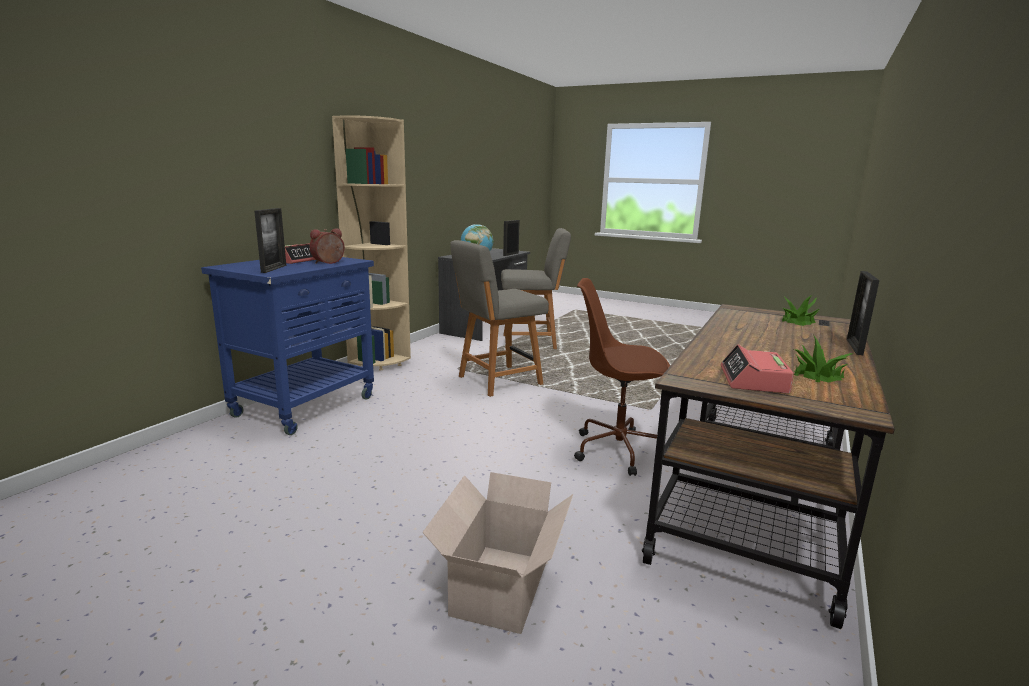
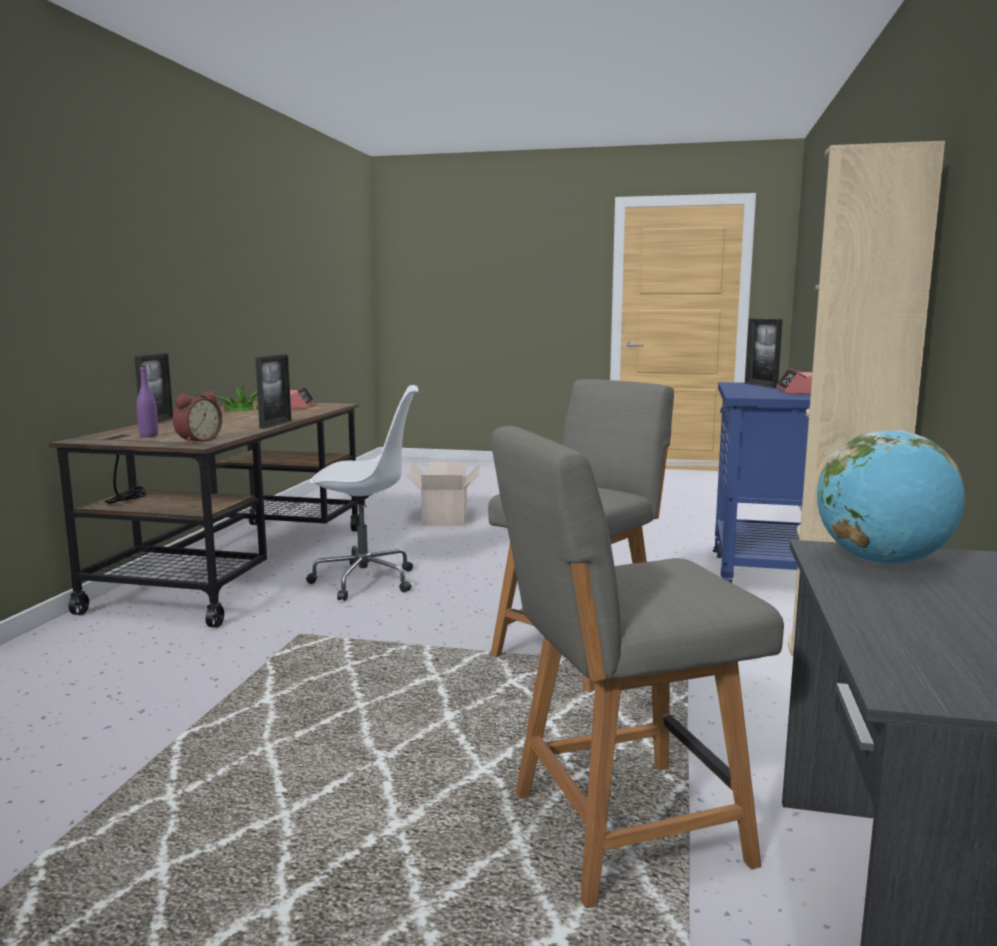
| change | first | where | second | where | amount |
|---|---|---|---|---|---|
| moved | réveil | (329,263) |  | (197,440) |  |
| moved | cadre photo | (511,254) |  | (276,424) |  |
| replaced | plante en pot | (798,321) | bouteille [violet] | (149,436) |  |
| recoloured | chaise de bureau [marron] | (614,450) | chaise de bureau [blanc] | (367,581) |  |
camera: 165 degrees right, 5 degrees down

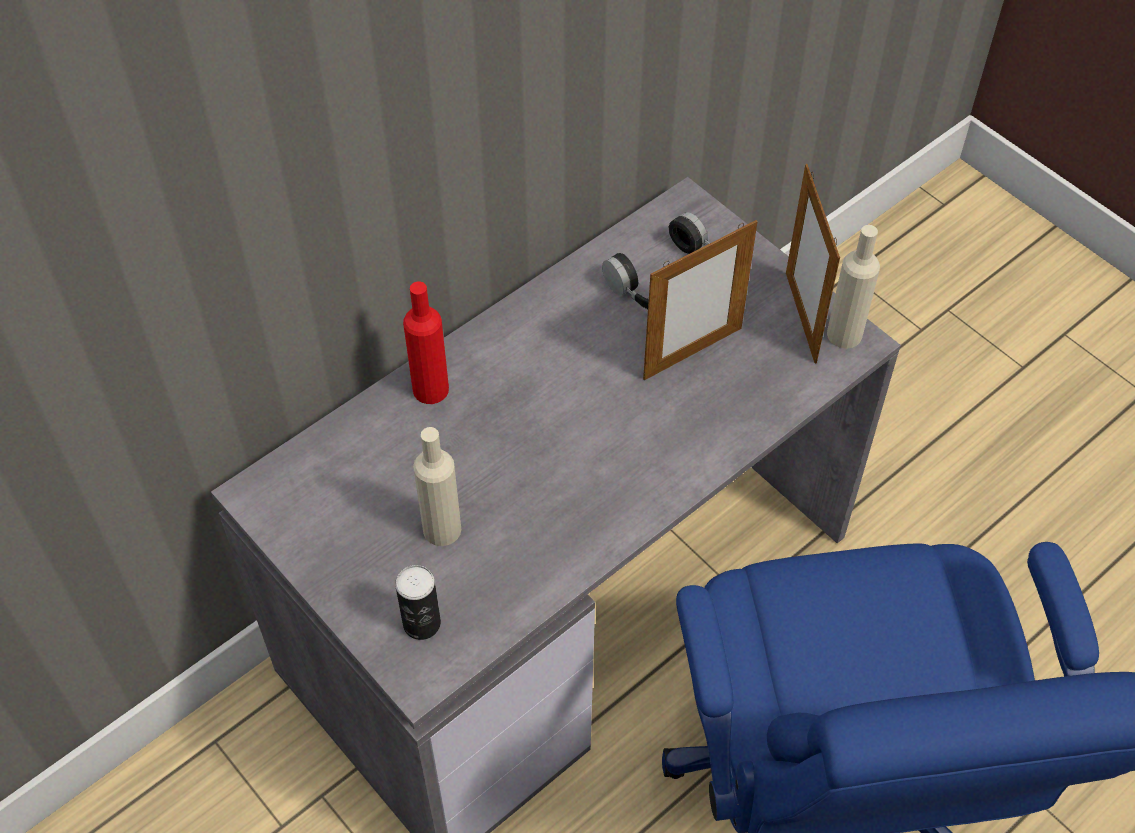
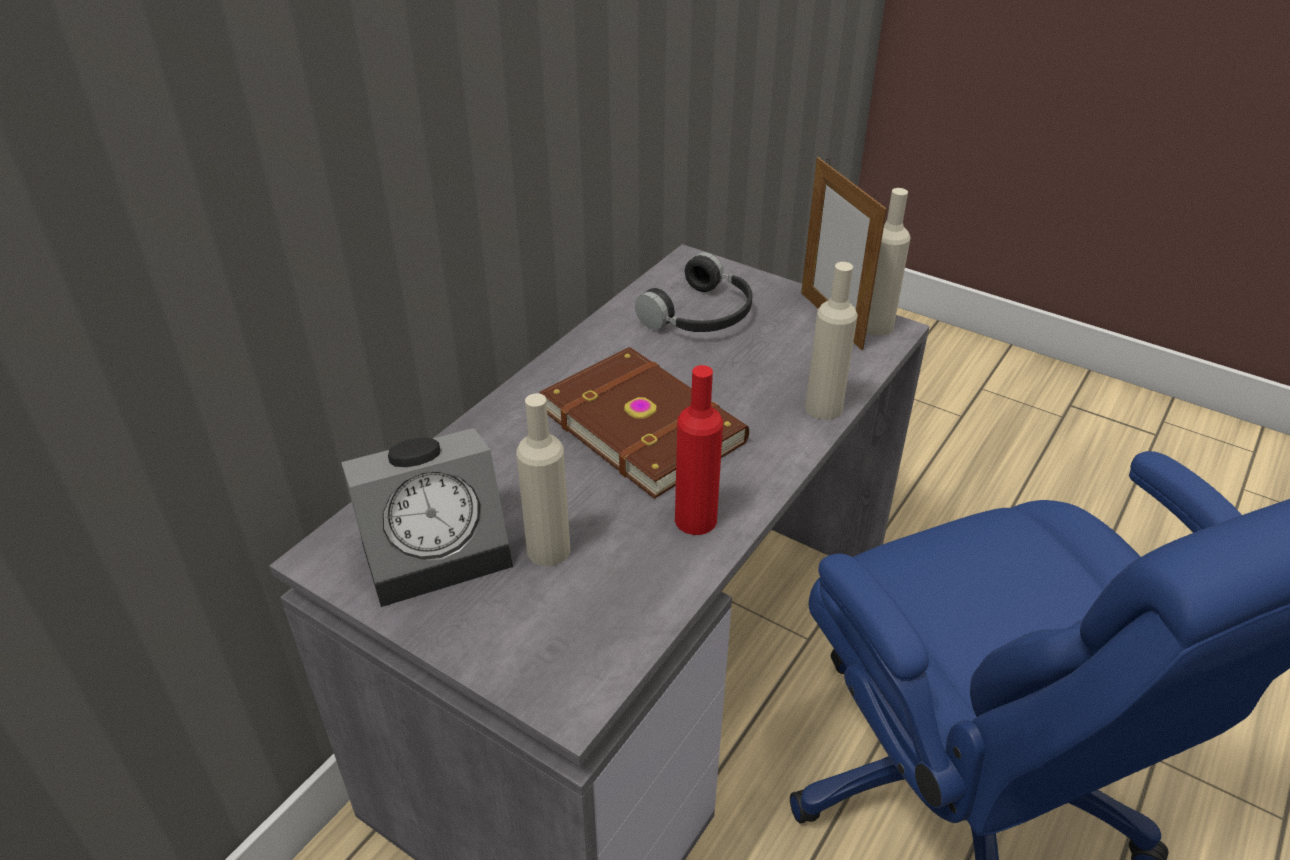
| change | first | where | second | where | amount |
|---|---|---|---|---|---|
| removed | boîte métallique | (421,623) |  |  |  |
| removed | cadre photo | (692,353) |  |  |  |
| added |  |  | réveil | (440,549) |  |
| added |  |  | livre [marron] | (644,423) |  |
| added |  |  | bouteille [beige] | (823,408) |  |
| moved | bouteille [rouge] | (430,389) |  | (695,519) |  |
camera: 15 degrees left, 15 degrees down

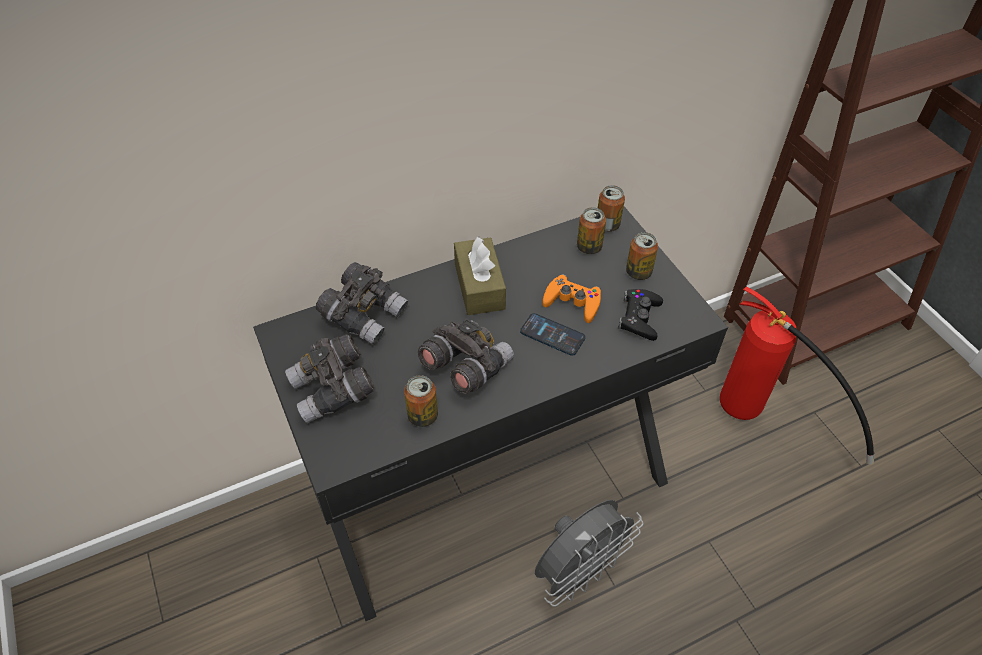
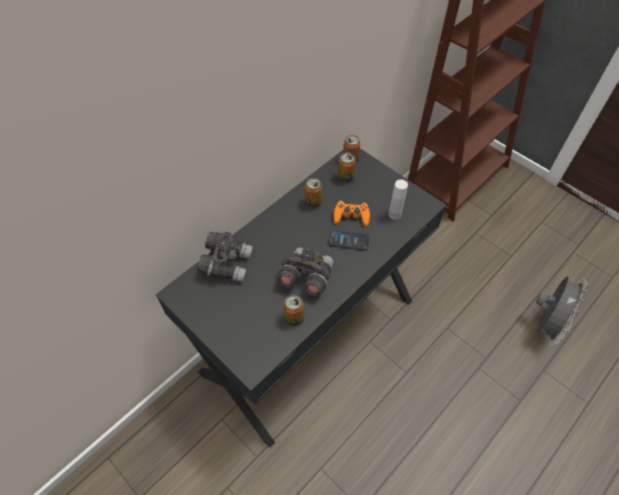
| change | first | where | second | where | amount |
|---|---|---|---|---|---|
| removed | jumelles [gris] | (333,391) |  |  |  |
| removed | boîte à mouchoirs [marron] | (479,286) |  |  |  |
| removed | extincteur | (761,420) |  |  |  |
| moved | ventilateur [gris] | (579,572) |  | (545,323) |  |
| moved | boîte métallique | (638,272) |  | (313,202) |  |
| replaced | manette [noir] | (639,318) | bouteille [blanc] | (394,214) |  |
camera: 20 degrees left, 5 degrees up

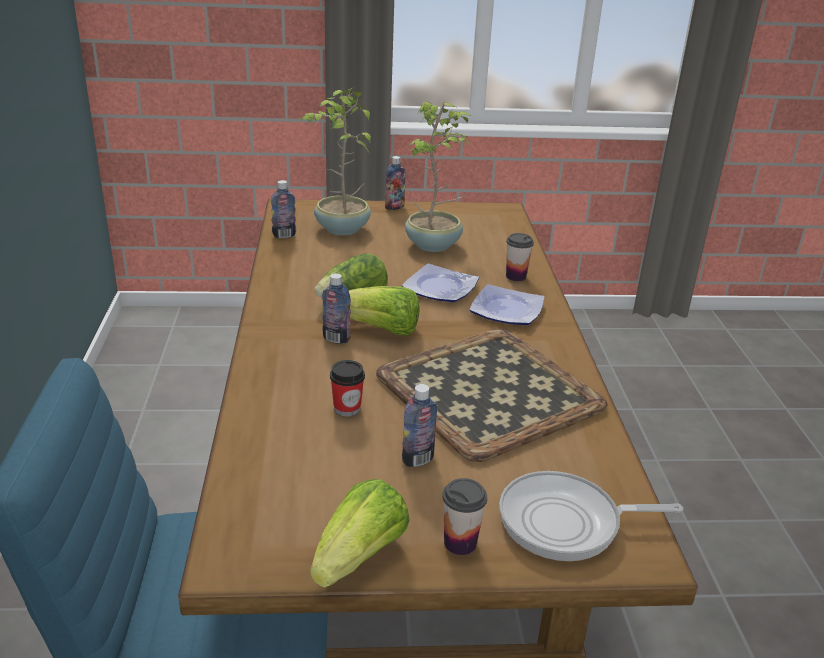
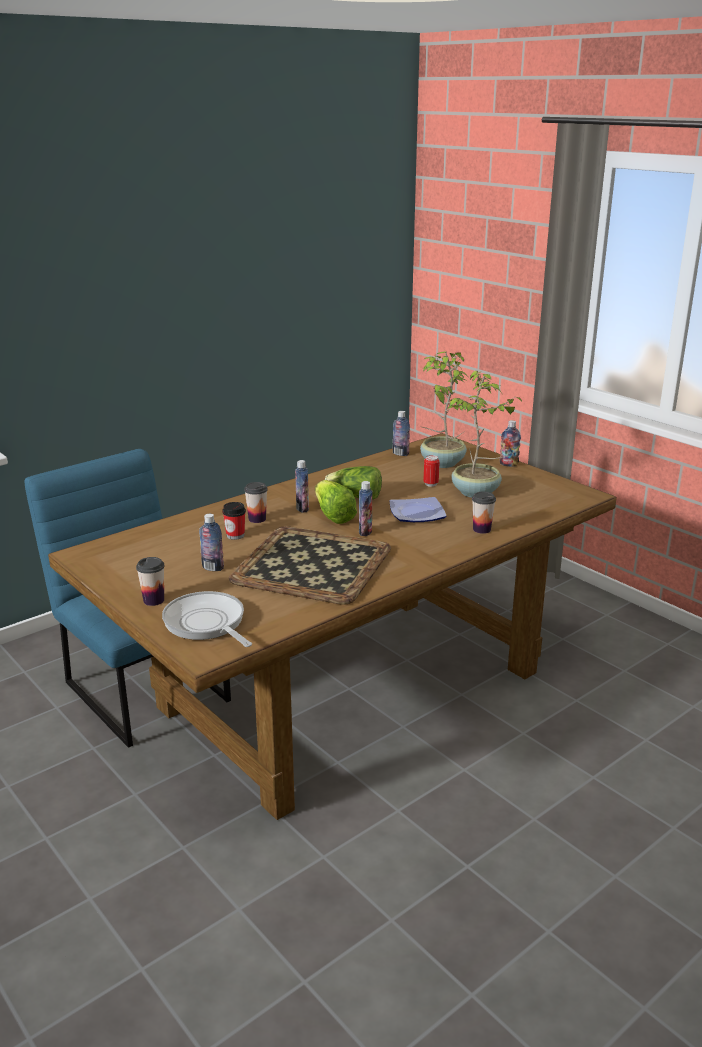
| change | first | where | second | where | amount |
|---|---|---|---|---|---|
| removed | laitue | (360,556) |  |  |  |
| removed | assiette | (505,310) |  |  |  |
| added |  |  | tasse | (257,519) |  |
| added |  |  | bouteille | (365,532) |  |
| added |  |  | boîte métallique | (430,484) |  |
camera: 55 degrees right, 5 degrees down

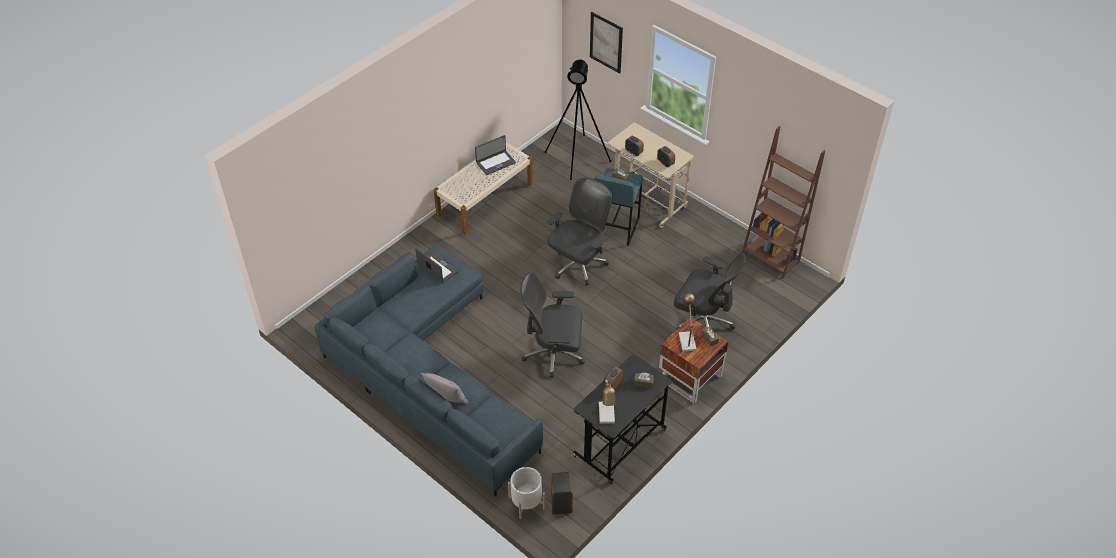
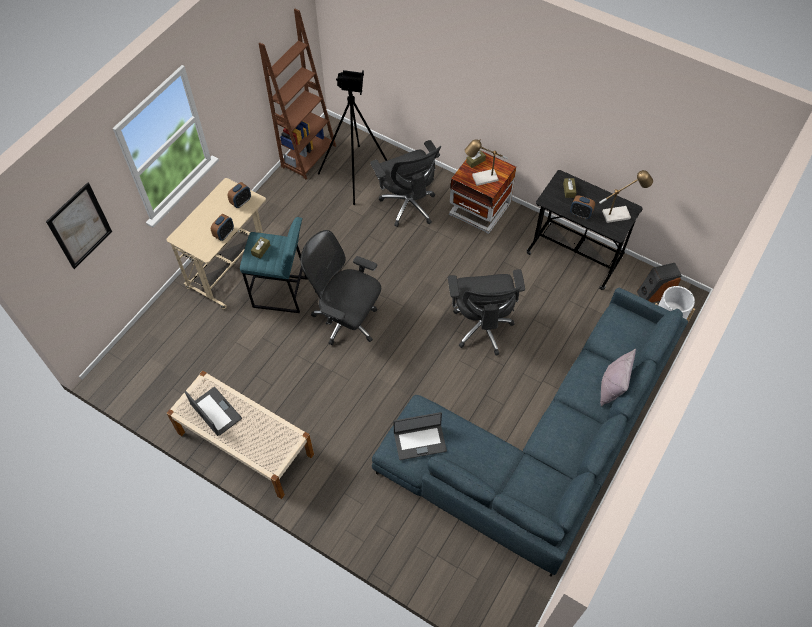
| change | first | where | second | where | amount |
|---|---|---|---|---|---|
| moved | lampadaire [noir] | (577,157) |  | (357,175) |  |
| turned | ordinateur portable | (437,268) |  | (420,441) | 135 degrees counterclockwise |
| turned | chaise de bureau | (702,322) |  | (408,204) | 135 degrees clockwise |
camera: 100 degrees left, 10 degrees up

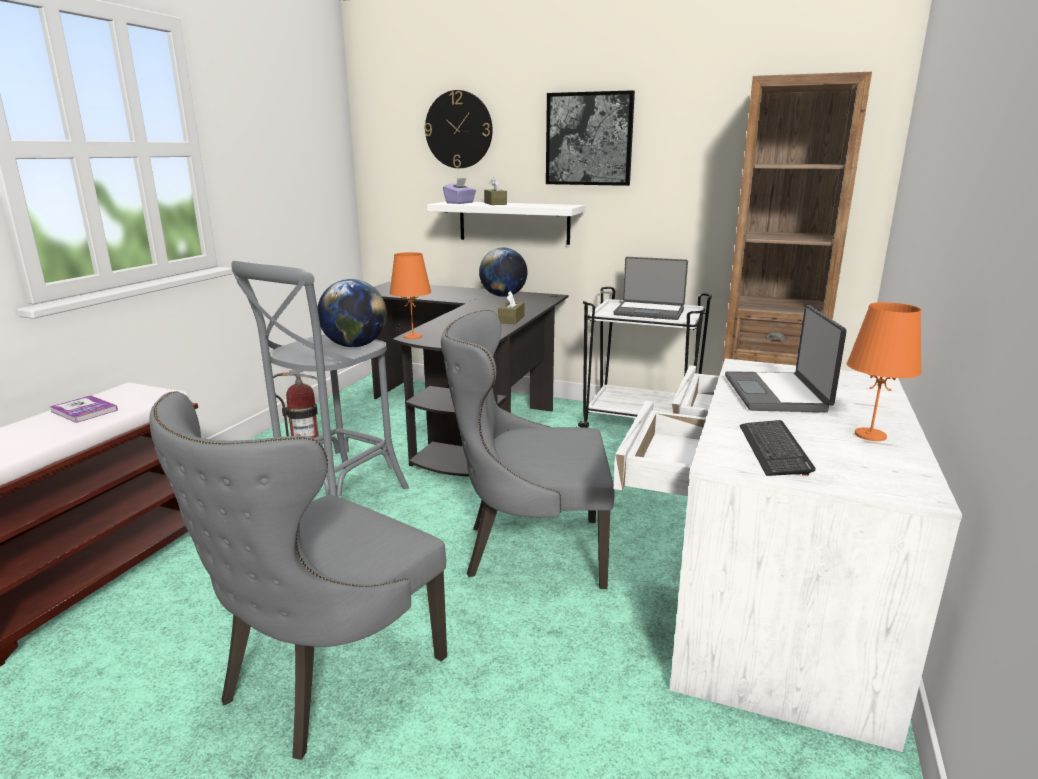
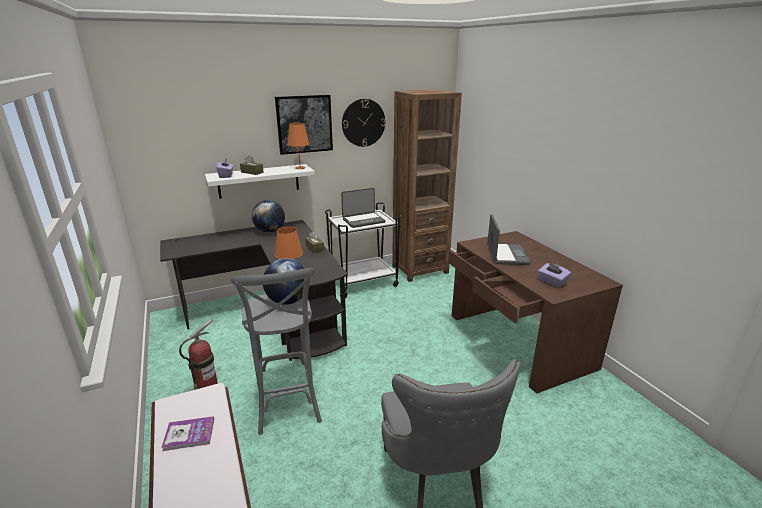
| change | first | where | second | where | amount |
|---|---|---|---|---|---|
| removed | chaise [gris] | (529,550) |  |  |  |
| moved | horloge murale | (459,129) |  | (363,123) |  |
| moved | lampe de table [orange] | (870,435) |  | (300,168) |  |
| replaced | clavier | (774,449) | boîte à mouchoirs [violet] | (552,282) |  |
| recoloured | bureau [blanc] | (761,602) | bureau [marron] | (513,343) |  |
| turned | ordinateur portable | (777,394) |  | (506,255) | 135 degrees counterclockwise |
camera: 45 degrees left, 5 degrees up

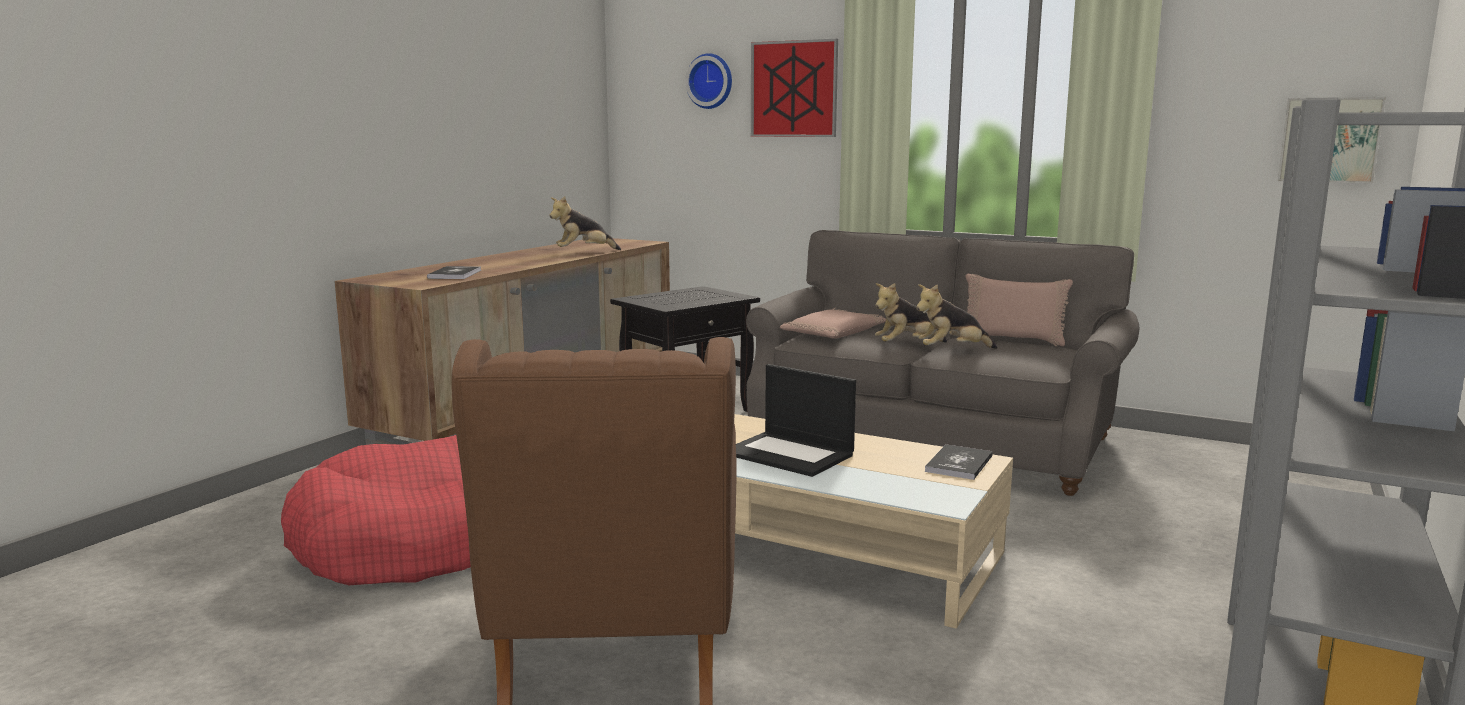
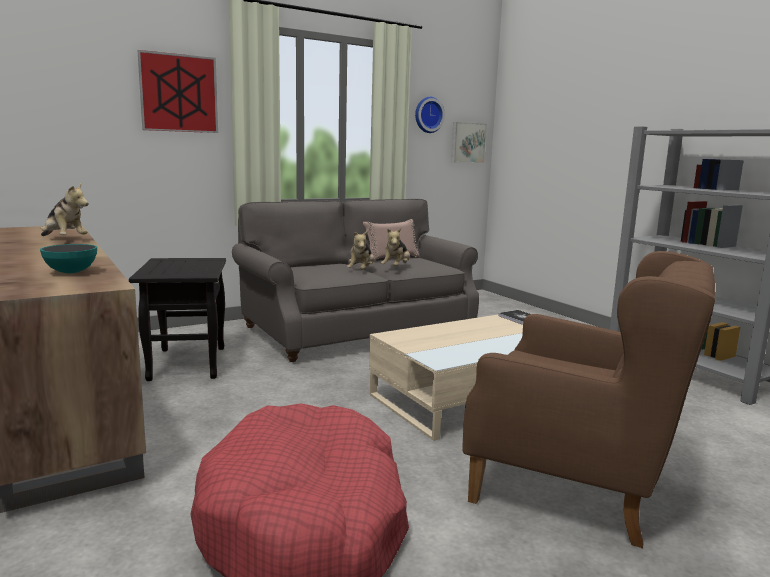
| change | first | where | second | where | amount |
|---|---|---|---|---|---|
| removed | ordinateur portable | (790,454) |  |  |  |
| removed | coussin [beige] | (833,332) |  |  |  |
| moved | horloge murale | (710,81) |  | (428,115) |  |
| replaced | livre | (454,274) | bol | (71,272) |  |
| turned | peluche | (583,252) |  | (64,240) | 60 degrees counterclockwise |
camera: 60 degrees left, 0 degrees up

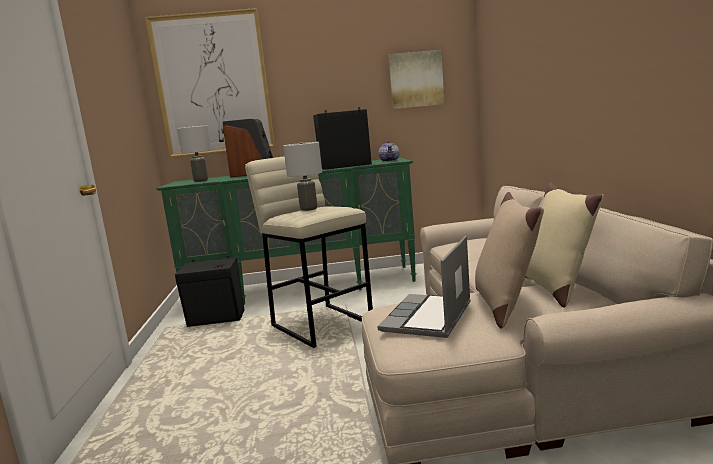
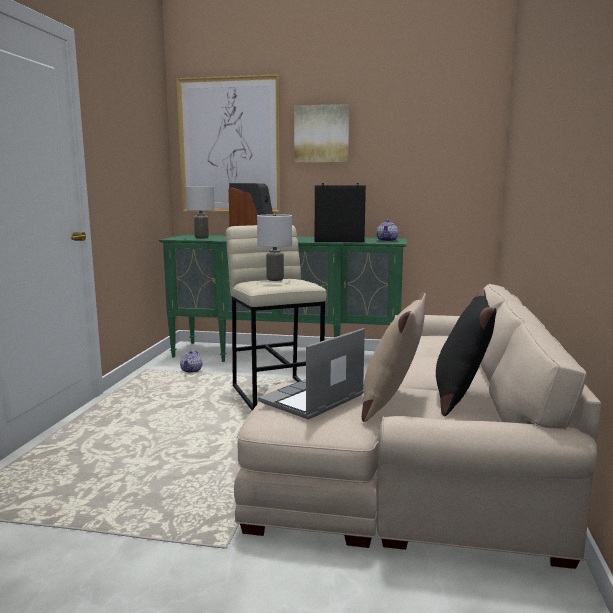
| change | first | where | second | where | amount |
|---|---|---|---|---|---|
| moved | tableau | (416,79) |  | (321,134) |  |
| replaced | enceinte [noir] | (217,319) | théière | (192,371) |  |
| recoloured | coussin [beige] | (555,288) | coussin [noir] | (460,397) |  |
camera: 15 degrees right, 0 degrees up

